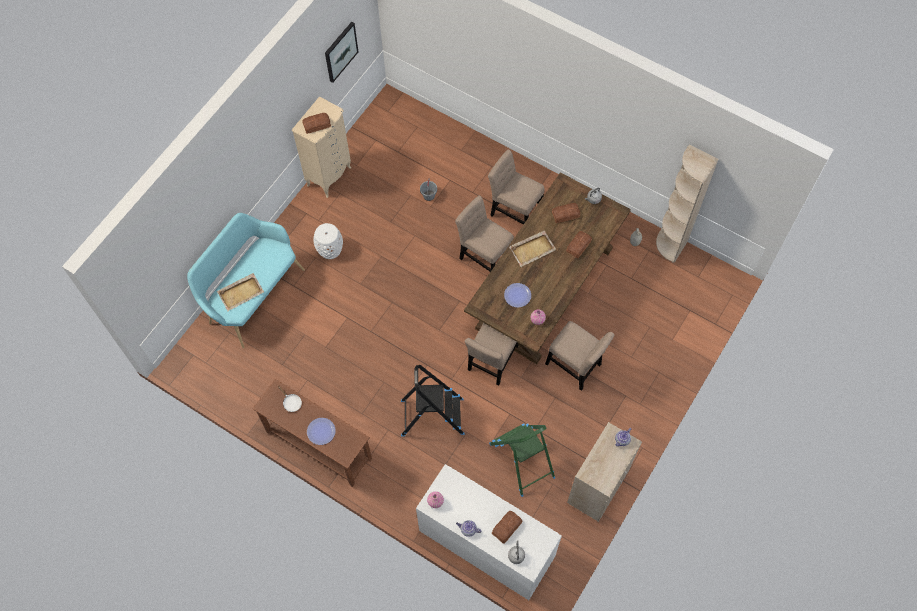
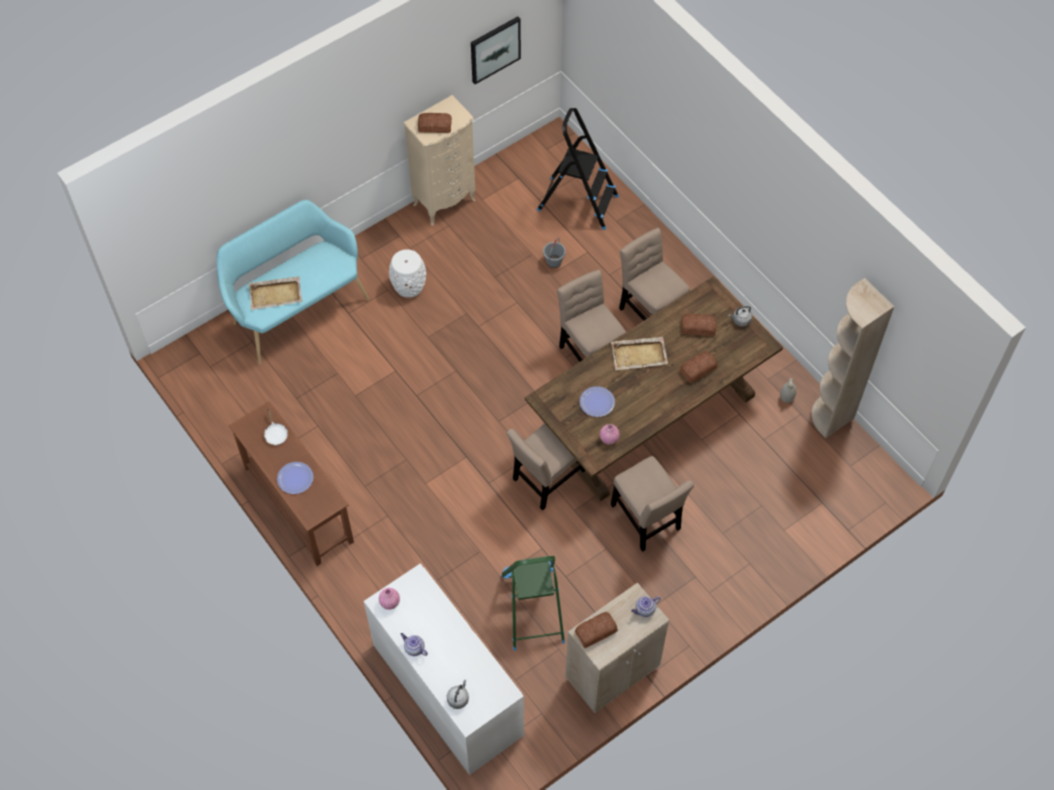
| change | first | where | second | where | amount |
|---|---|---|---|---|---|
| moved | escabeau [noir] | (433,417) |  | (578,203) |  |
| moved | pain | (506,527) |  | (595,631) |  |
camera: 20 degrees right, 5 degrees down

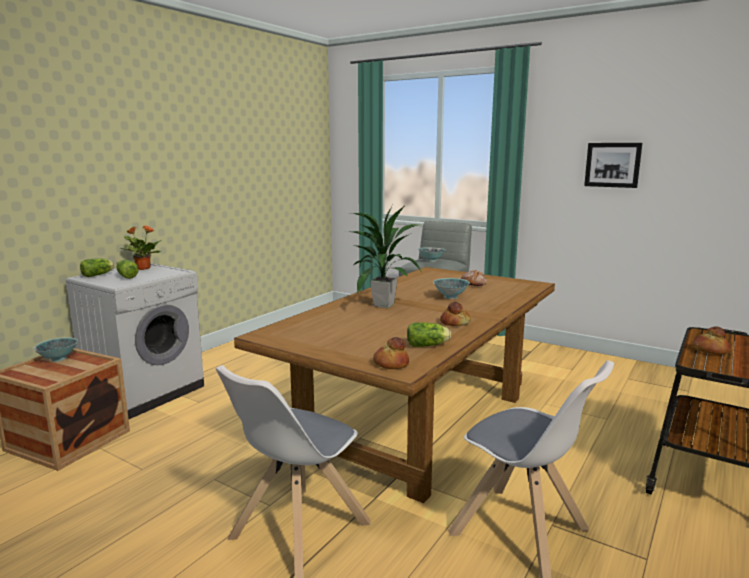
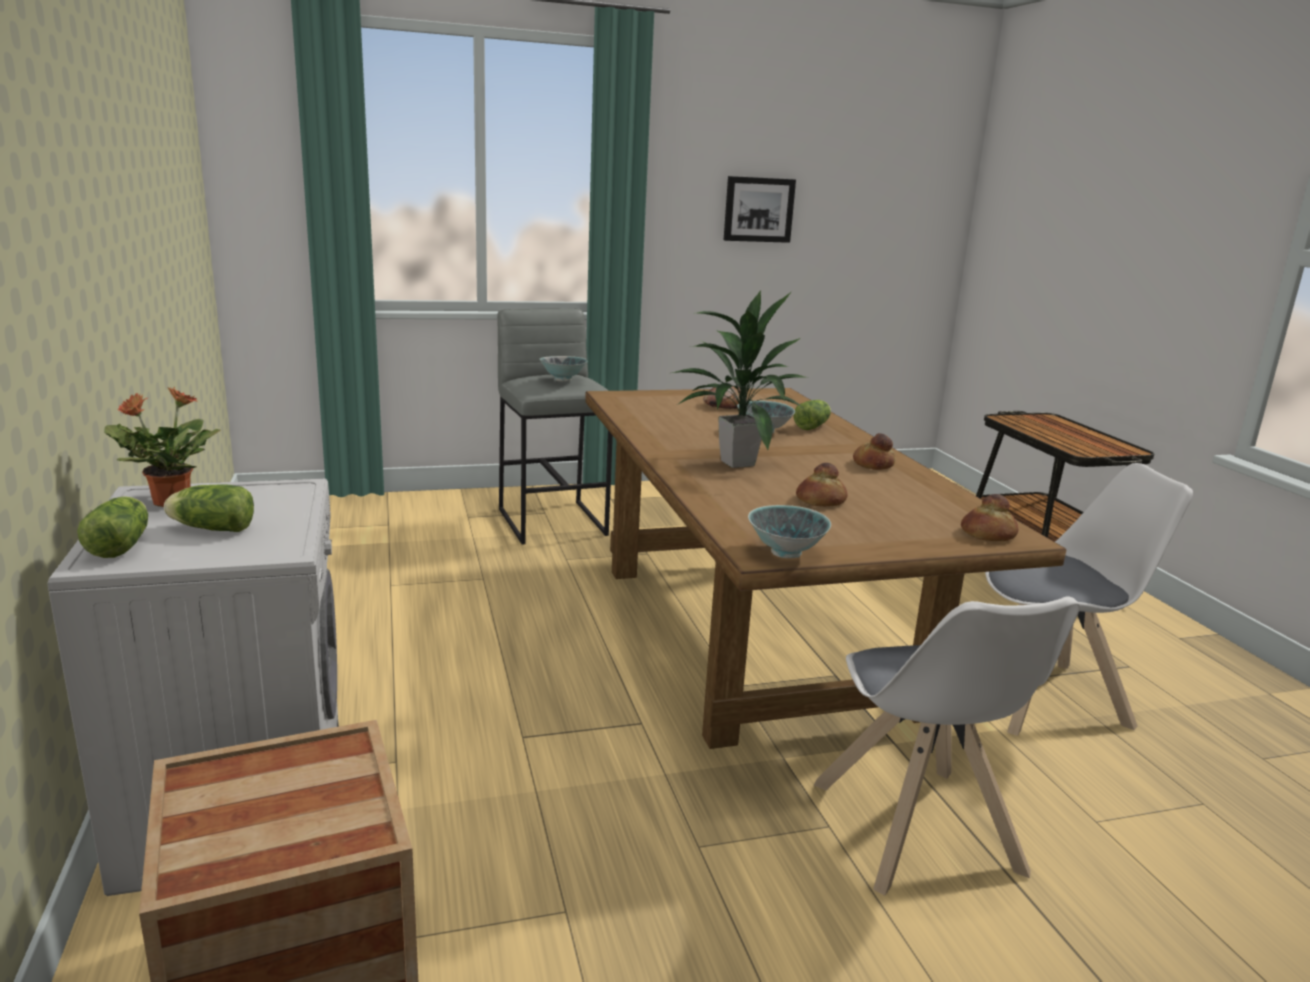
| change | first | where | second | where | amount |
|---|---|---|---|---|---|
| moved | bol | (58,359) |  | (785,553) |  |
| moved | laitue | (428,345) |  | (813,426) |  |
| moved | pain | (709,350) |  | (821,501) |  |
camera: 50 degrees left, 5 degrees up

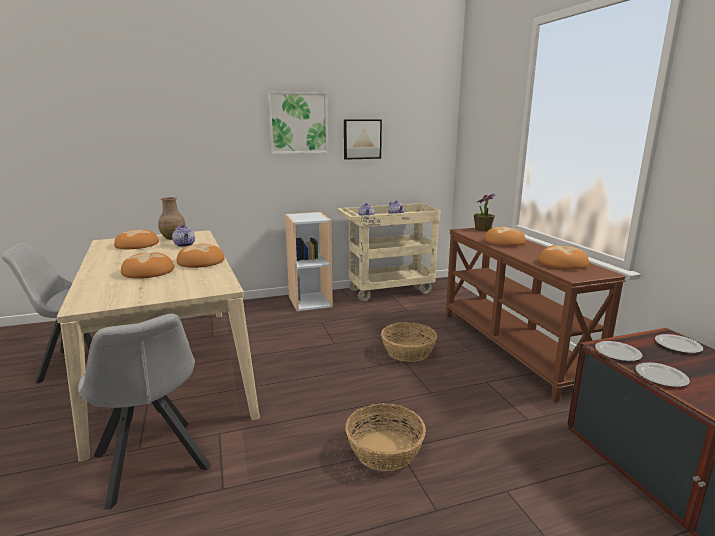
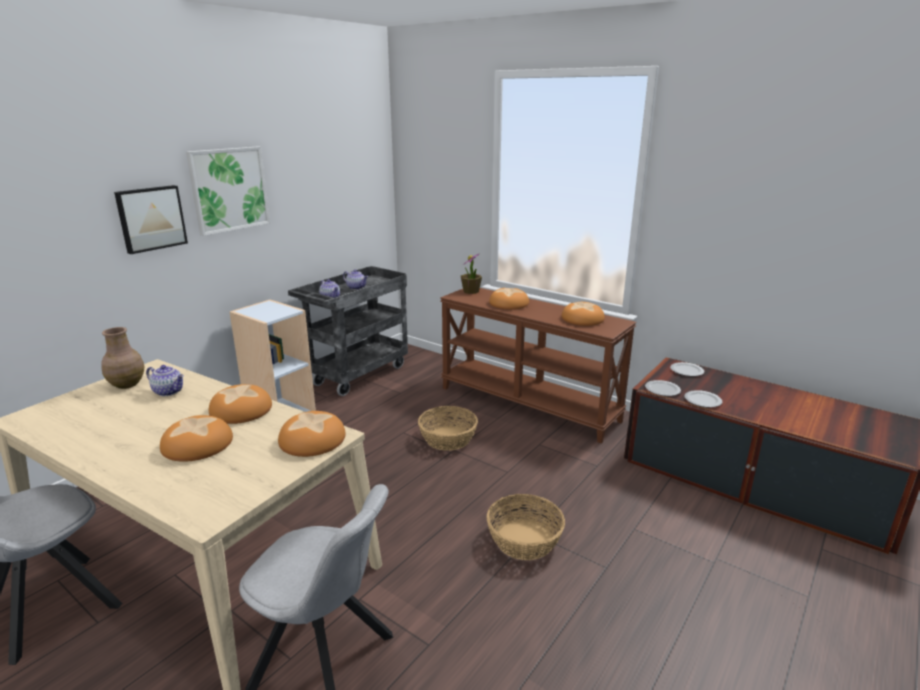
| change | first | where | second | where | amount |
|---|---|---|---|---|---|
| moved | pain | (137,244) |  | (312,439) |  |
| moved | tableau | (362,139) |  | (151,218) |  |
| recoloured | chariot [beige] | (386,292) | chariot [noir] | (357,377) |  |
camera: 35 degrees left, 5 degrees up

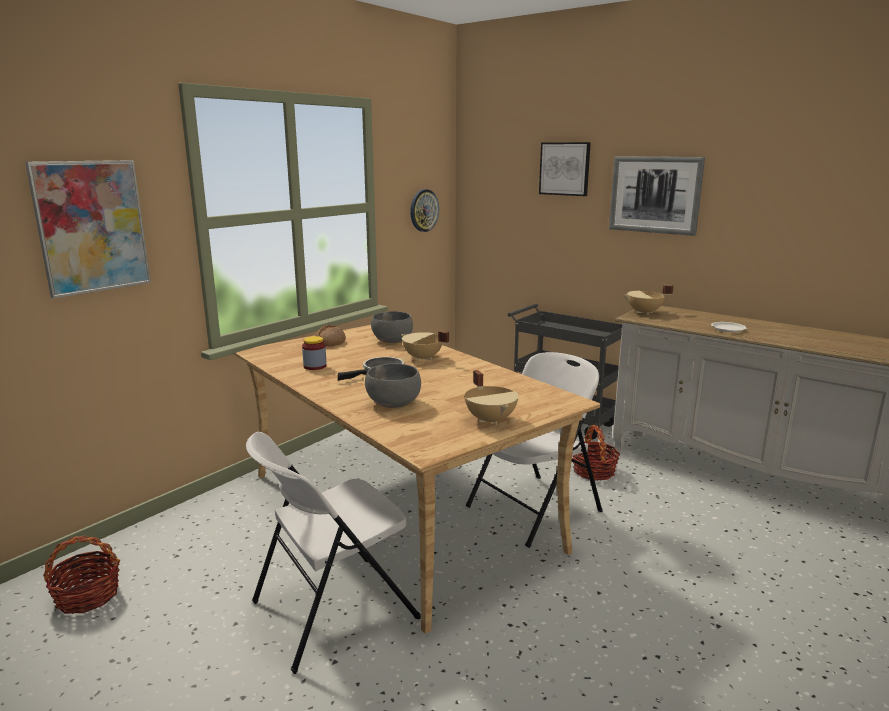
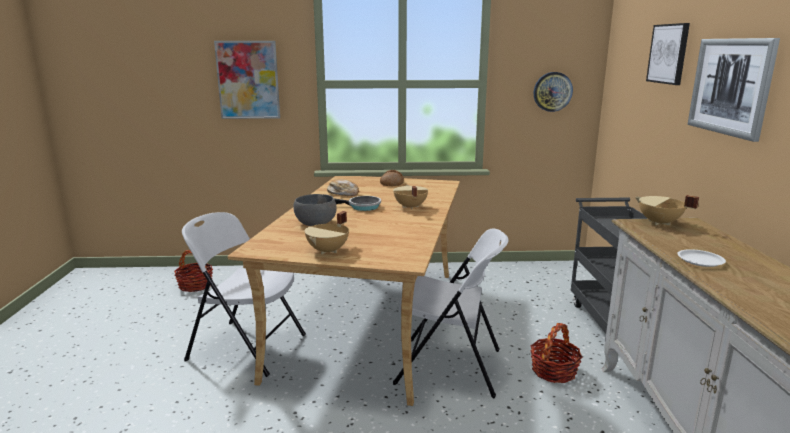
| change | first | where | second | where | amount |
|---|---|---|---|---|---|
| removed | bol [gris] | (392,340) |  |  |  |
| replaced | bocal | (315,366) | pain | (343,193) |  |
camera: 50 degrees right, 0 degrees up

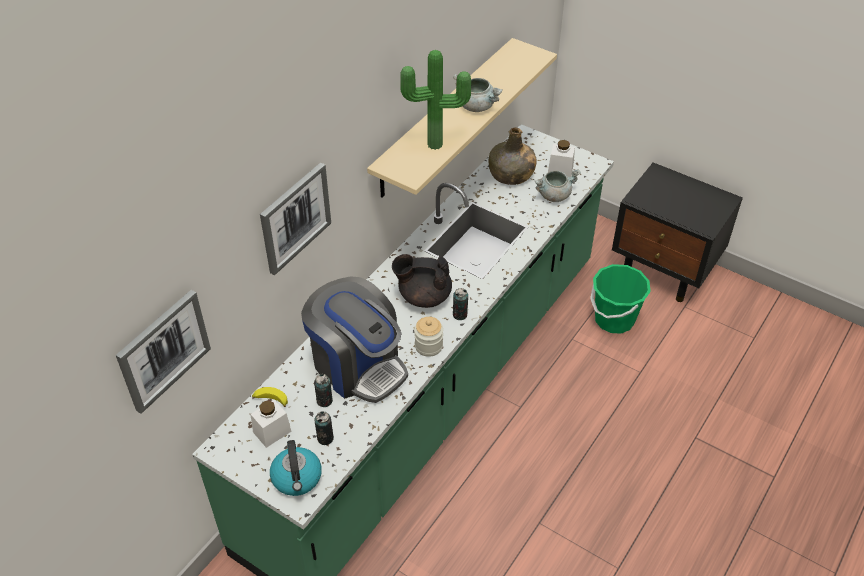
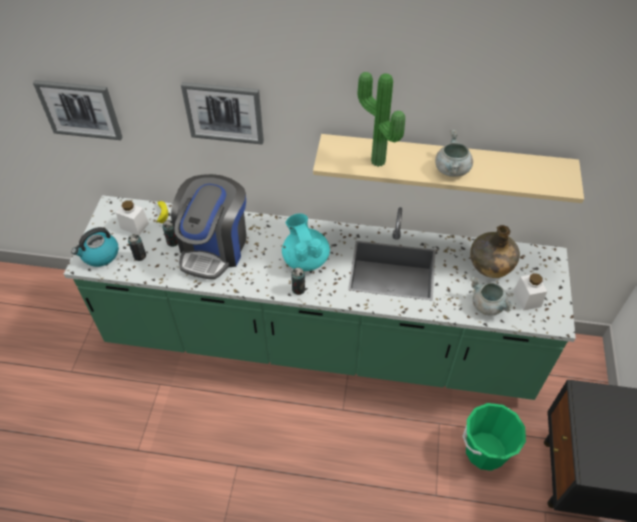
| change | first | where | second | where | amount |
|---|---|---|---|---|---|
| removed | bocal | (428,346) |  |  |  |
| recoloured | théière [noir] | (423,296) | théière [turquoise] | (305,259) |  |
camera: 65 degrees right, 5 degrees up

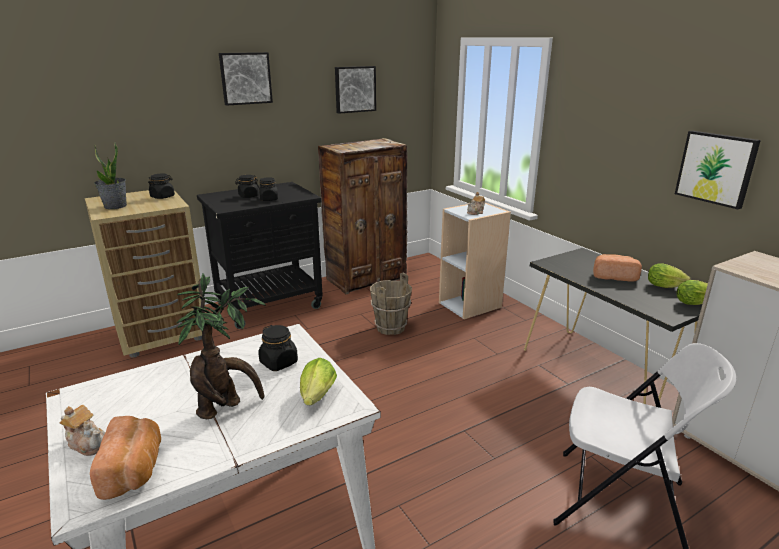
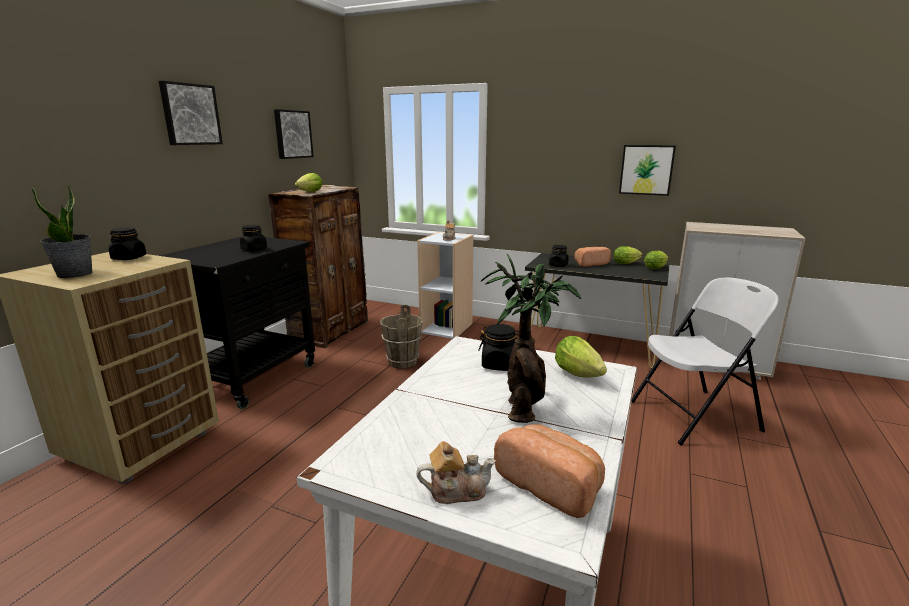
| change | first | where | second | where | amount |
|---|---|---|---|---|---|
| added |  |  | laitue | (309,192) |  |
| moved | bocal [noir] | (248,196) |  | (558,265) |  |
camera: 35 degrees left, 5 degrees down

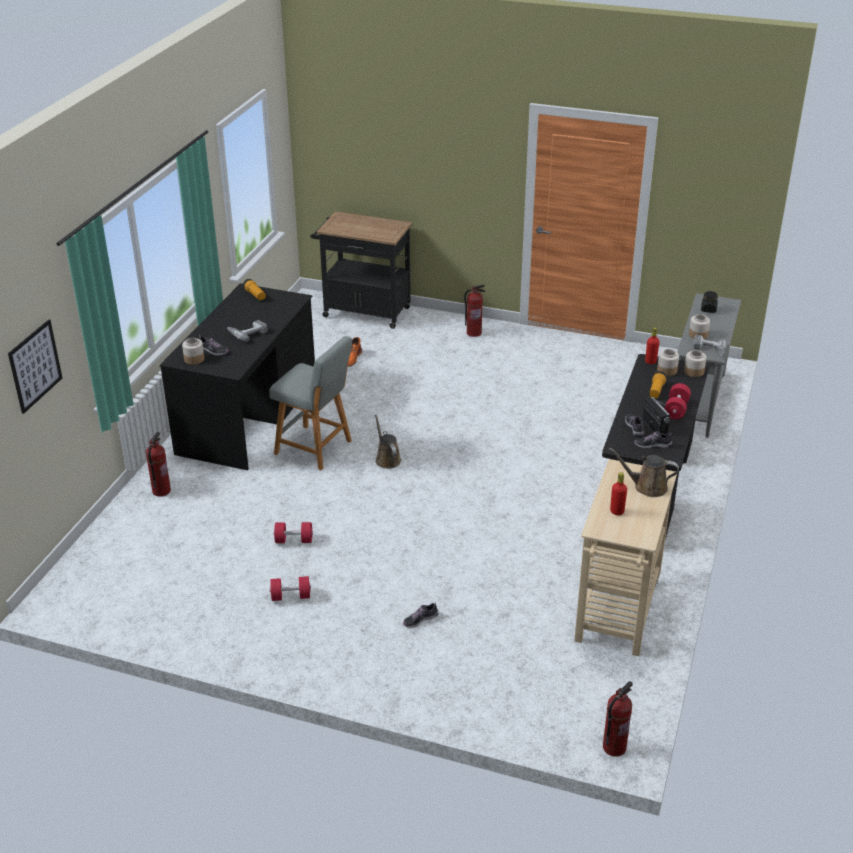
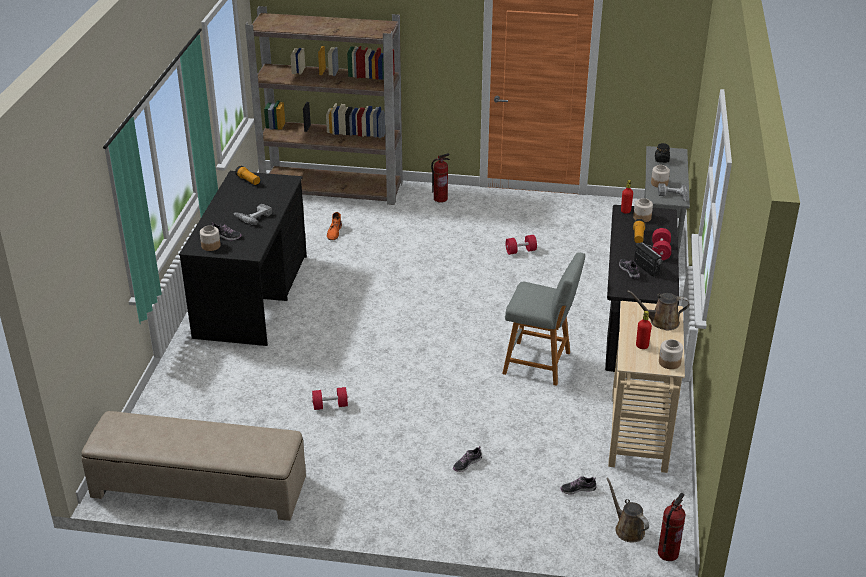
| change | first | where | second | where | amount |
|---|---|---|---|---|---|
| removed | tableau | (35,366) |  |  |  |
| removed | extincteur | (161,491) |  |  |  |
| added |  |  | banc [beige] | (198,487) |  |
| moved | tabouret [gris] | (316,448) |  | (540,364) |  |
| moved | haltère [rouge] | (291,596) |  | (520,251) |  |
| moved | arrosoir [marron] | (387,459) |  | (627,529) |  |
| moved | chaussure | (652,445) |  | (578,489) |  |
| moved | bocal | (693,372) |  | (669,362) |  |
| replaced | chariot [noir] | (364,312) | bibliothèque [marron] | (332,188) |  |
camera: 10 degrees left, 0 degrees up

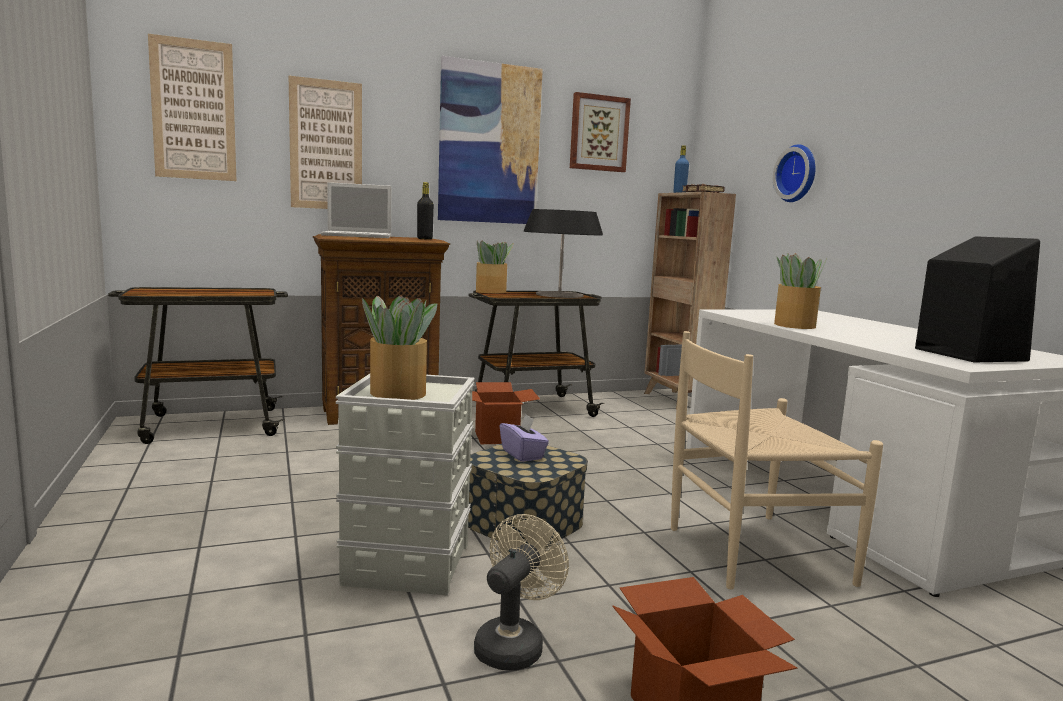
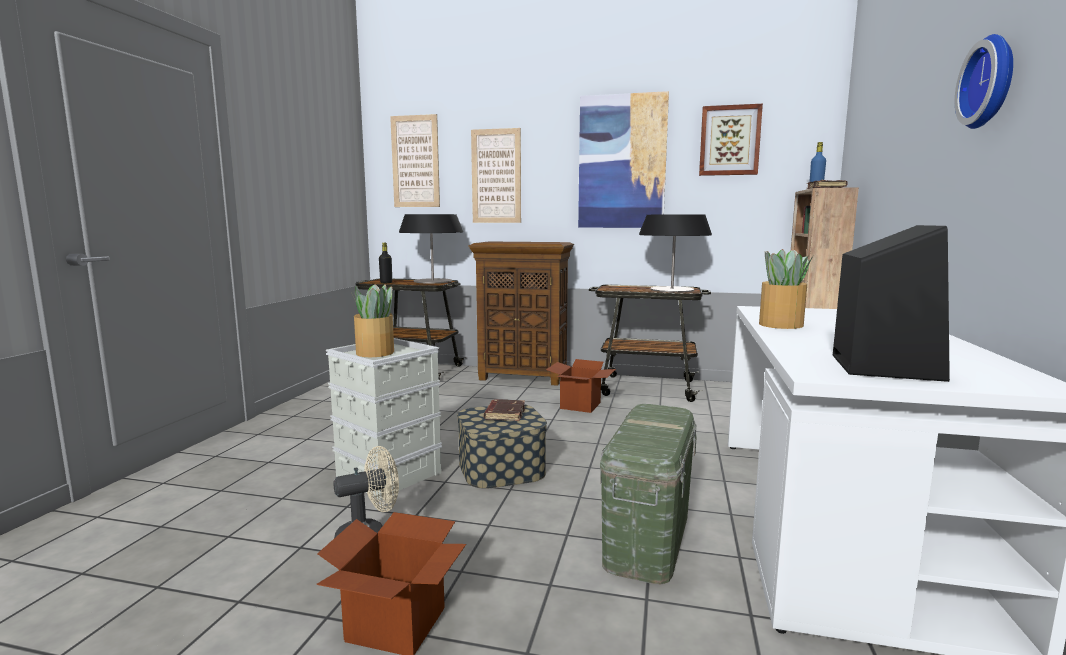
| change | first | where | second | where | amount |
|---|---|---|---|---|---|
| removed | ordinateur portable | (359,236) |  |  |  |
| removed | plante en pot | (491,291) |  |  |  |
| added |  |  | lampe de table | (433,281) |  |
| moved | bouteille [noir] | (424,239) |  | (386,283) |  |
| moved | horloge murale | (798,174) |  | (992,82) |  |
| replaced | boîte à mouchoirs [violet] | (523,454) | livre [marron] | (504,414) |  |
| replaced | chaise [beige] | (753,553) | boîte de rangement [vert] | (647,537) |  |
camera: 35 degrees right, 0 degrees up

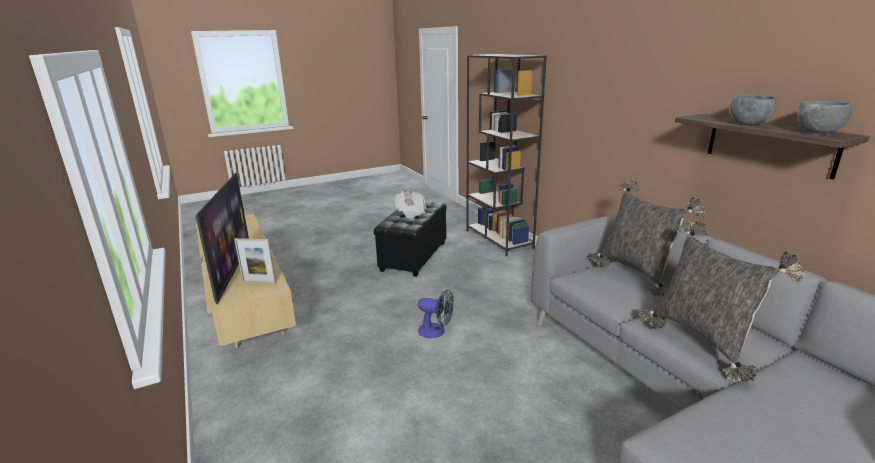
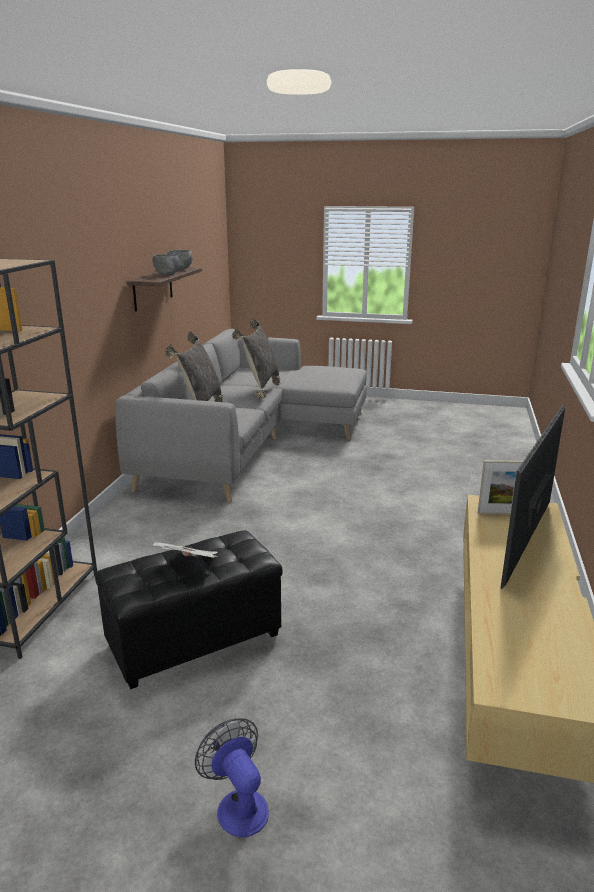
| change | first | where | second | where | amount |
|---|---|---|---|---|---|
| moved | ventilateur | (436,331) |  | (238,804) |  |
| turned | cadre photo | (259,282) |  | (498,513) | 135 degrees clockwise |
camera: 140 degrees left, 0 degrees up

